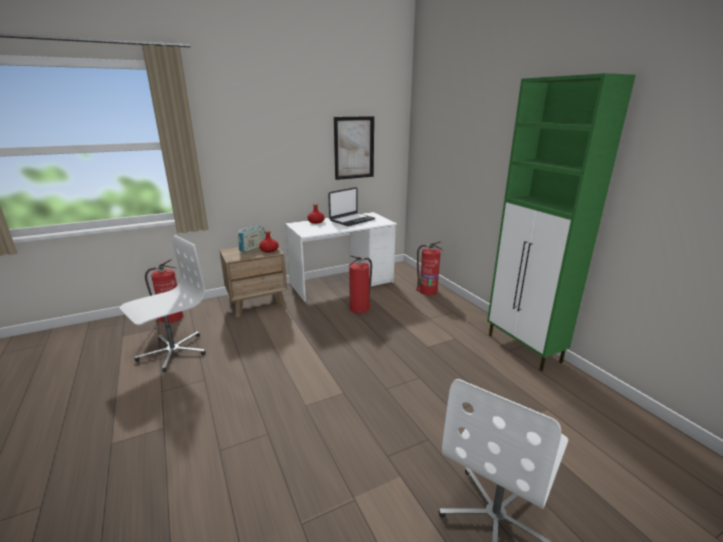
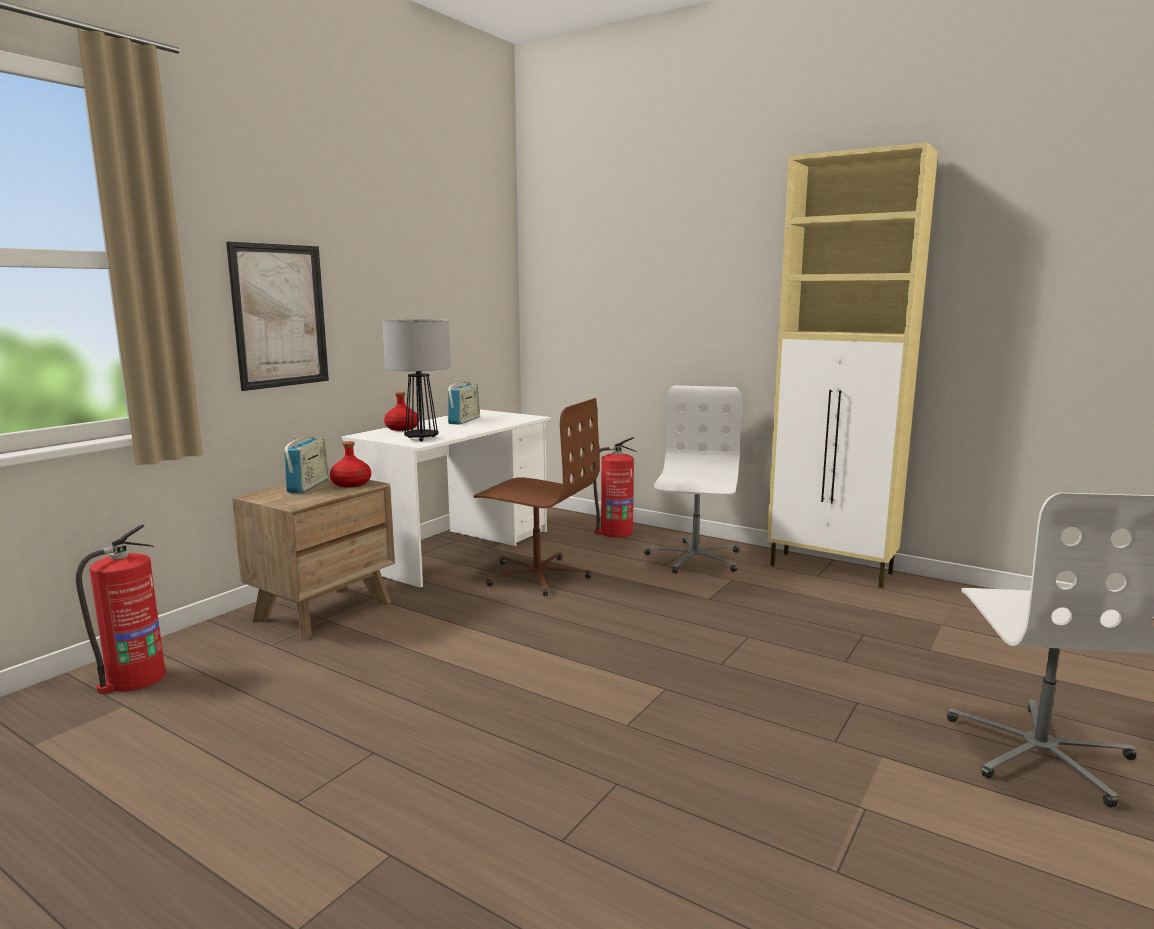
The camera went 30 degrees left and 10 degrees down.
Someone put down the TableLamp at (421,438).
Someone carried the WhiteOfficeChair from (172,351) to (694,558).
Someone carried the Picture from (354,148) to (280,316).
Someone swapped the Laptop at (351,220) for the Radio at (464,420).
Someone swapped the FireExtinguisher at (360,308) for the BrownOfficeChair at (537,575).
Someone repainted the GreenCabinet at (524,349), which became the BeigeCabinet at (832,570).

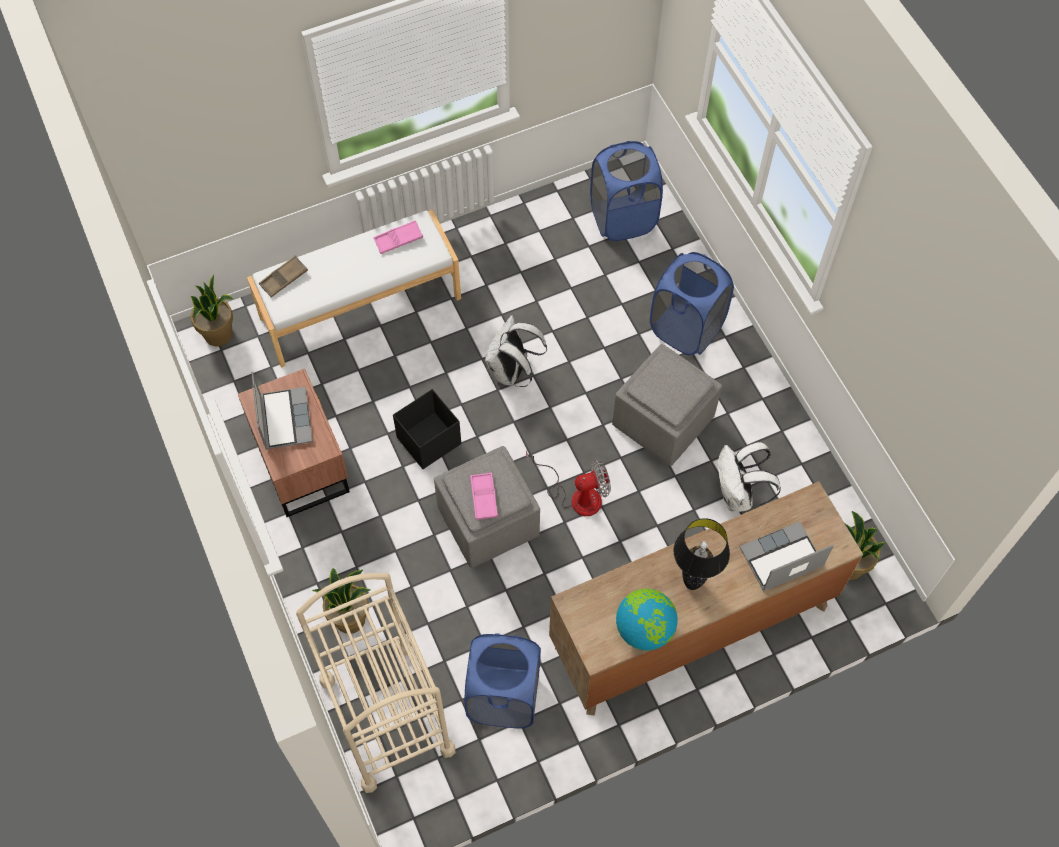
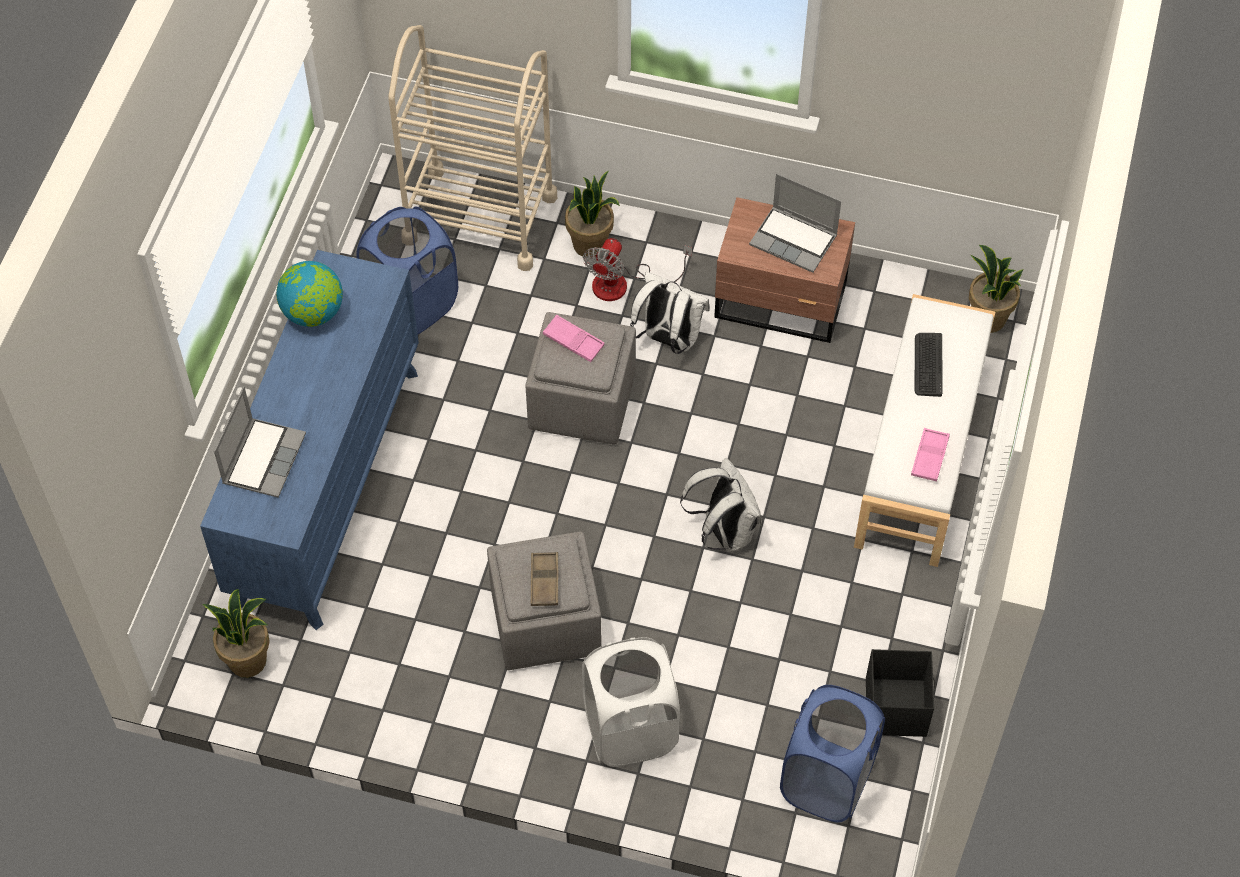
The camera went 130 degrees right and 5 degrees down.
Someone took away the BlackTableLamp at (691,584).
Someone put down the Keyboard at (928,365).
Someone carried the BrownTray from (284,279) to (544,581).
Someone carried the BlackStorageBox from (428,441) to (896,707).
Someone carried the Fan from (576,495) to (623,284).
Someone carried the WhiteBackpack from (738,495) to (668,339).
Someone repainted the BrownDresser at (691,627), which became the BlueDresser at (327,484).
Someone repainted the BlueLaundryBasket at (686,328), which became the WhiteLaundryBasket at (630,730).

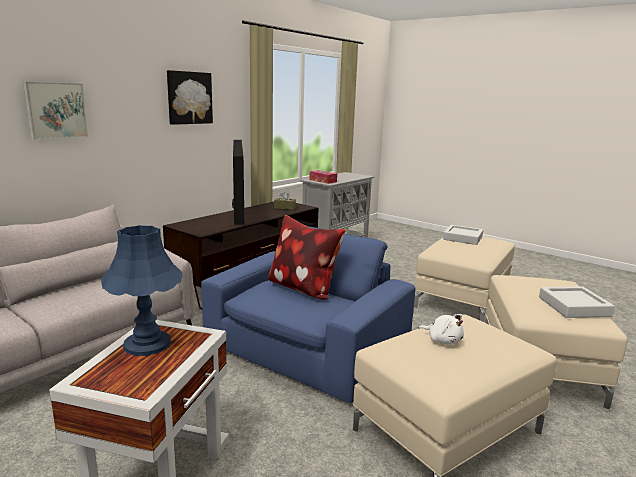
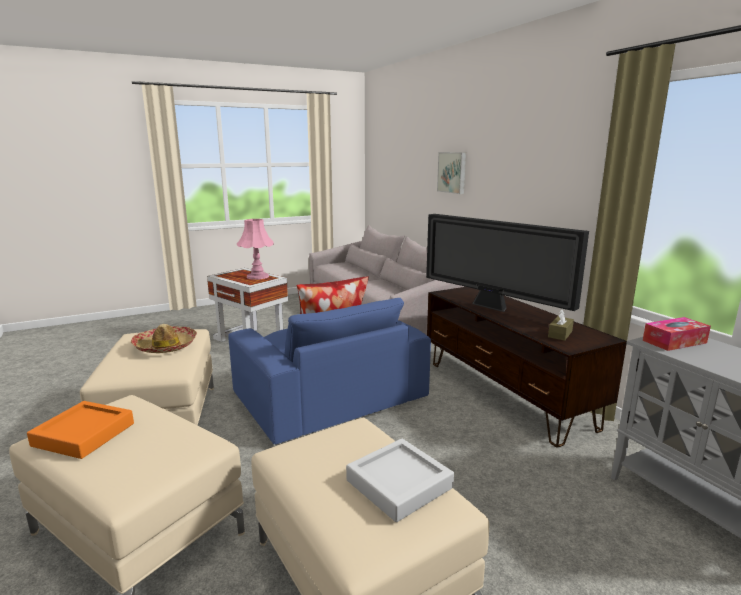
The camera went 115 degrees right and 0 degrees up.
Someone took away the Picture at (189,98).
Someone swapped the WhitePlushToy at (442,340) for the Hat at (165,346).
Someone repainted the BlueTableLamp at (147,343), which became the PinkTableLamp at (258,276).
Someone repainted the GreyTray at (573,306), which became the OrangeTray at (84,434).
Someone rotated the Television at (238,219) by 150 degrees counterclockwise.

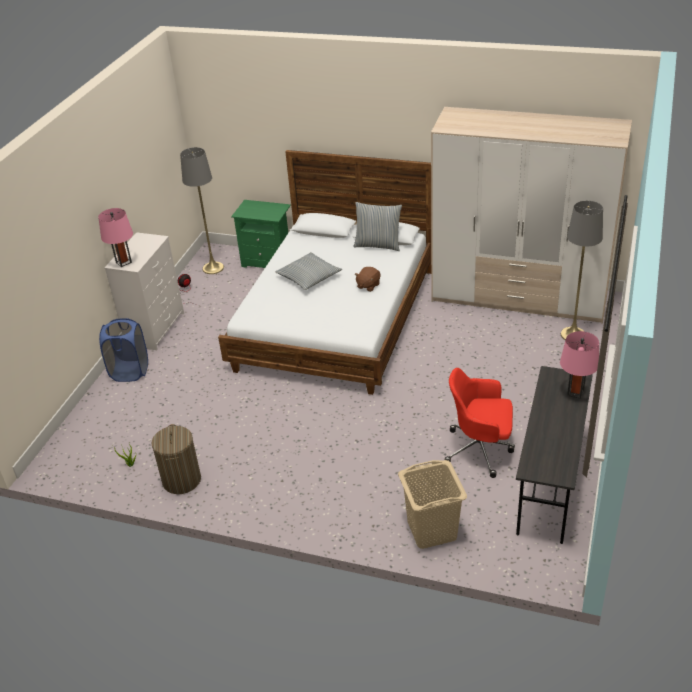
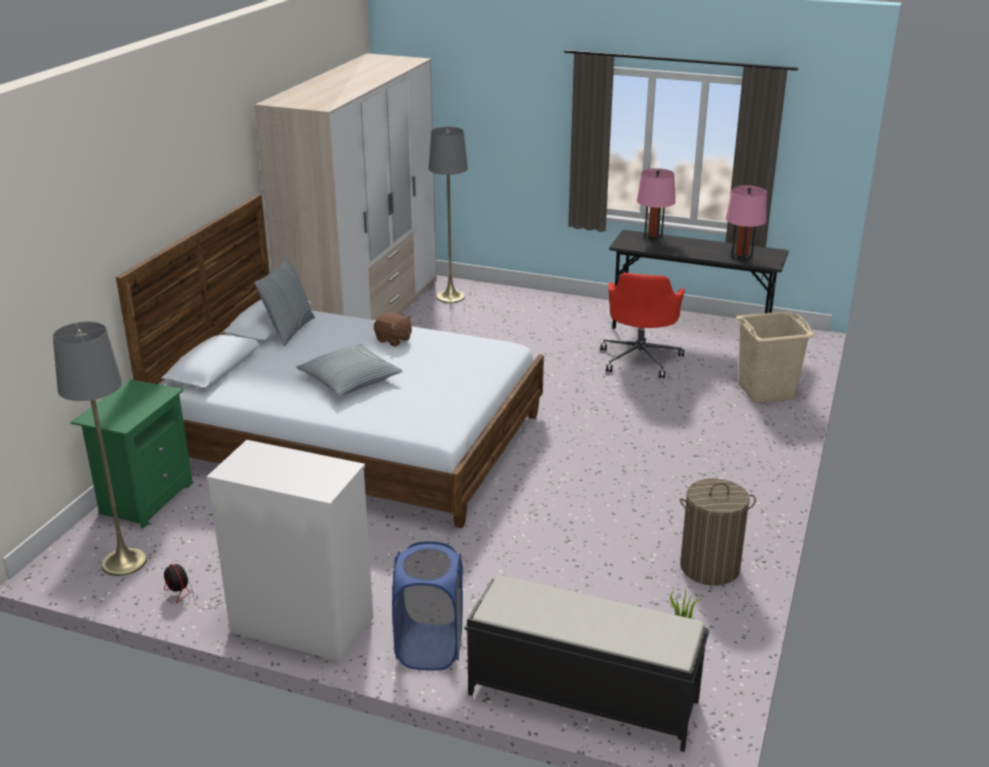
The camera went 90 degrees left and 10 degrees down.
Someone put down the BlackBench at (581,696).
Someone carried the PinkTableLamp from (123,262) to (741,257).

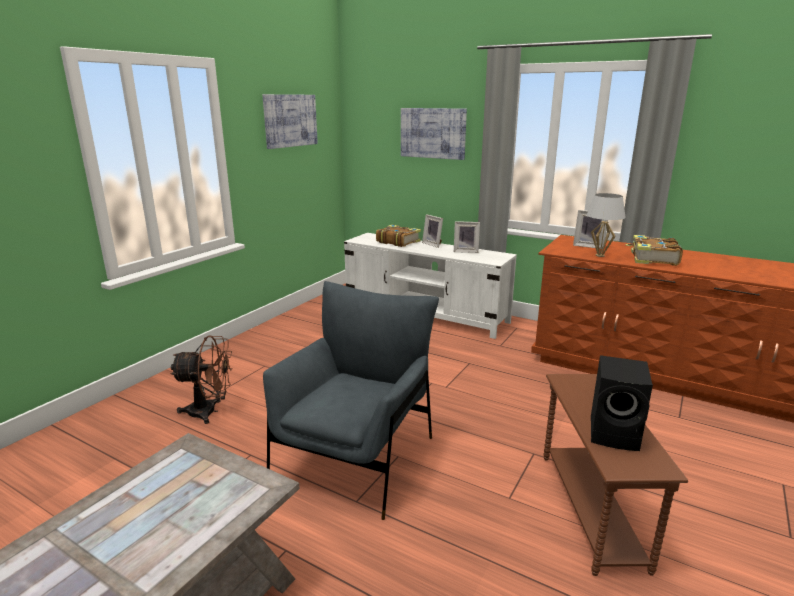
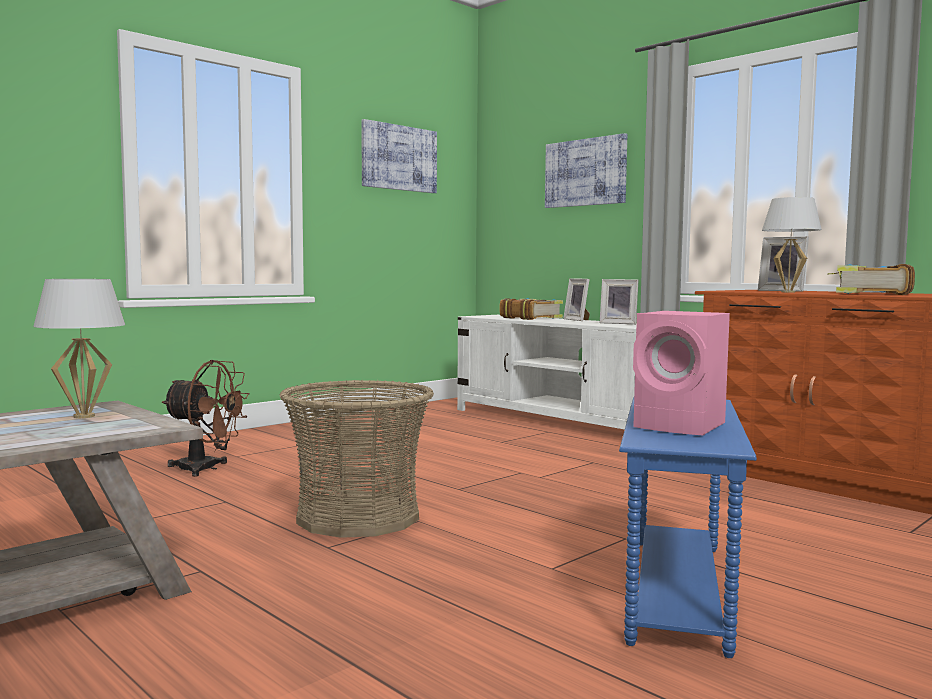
The camera went 15 degrees right and 15 degrees down.
Someone put down the WhiteTableLamp at (84,416).
Someone swapped the GreyArmchair at (355,458) for the Basket at (358,516).
Someone repainted the BrownSideTable at (592,508), which became the BlueSideTable at (679,591).
Someone repainted the BlackSpeaker at (616,434), which became the PinkSpeaker at (682,426).

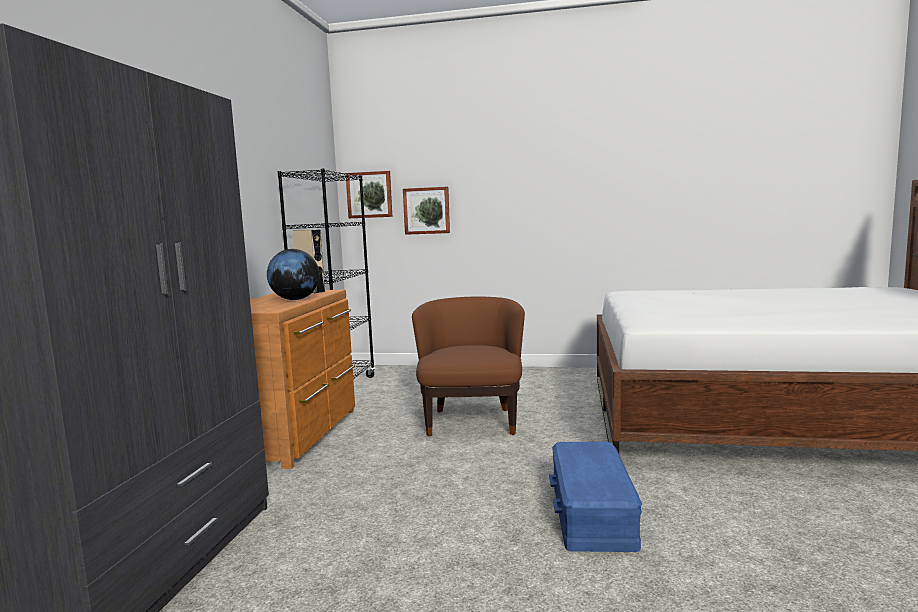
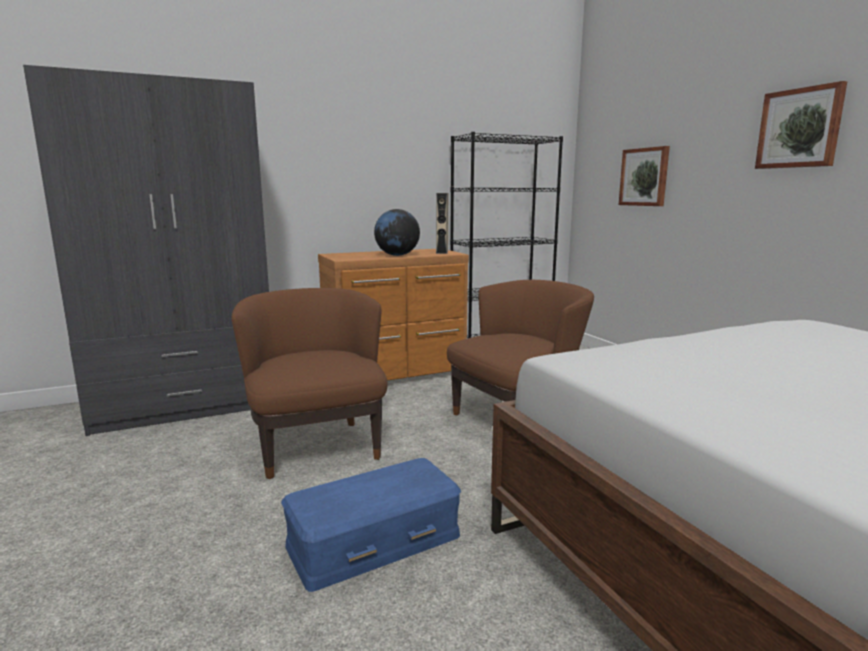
The camera went 55 degrees right and 5 degrees up.
Someone put down the BrownArmchair at (317,446).
Someone carried the Picture from (369,195) to (799,128).

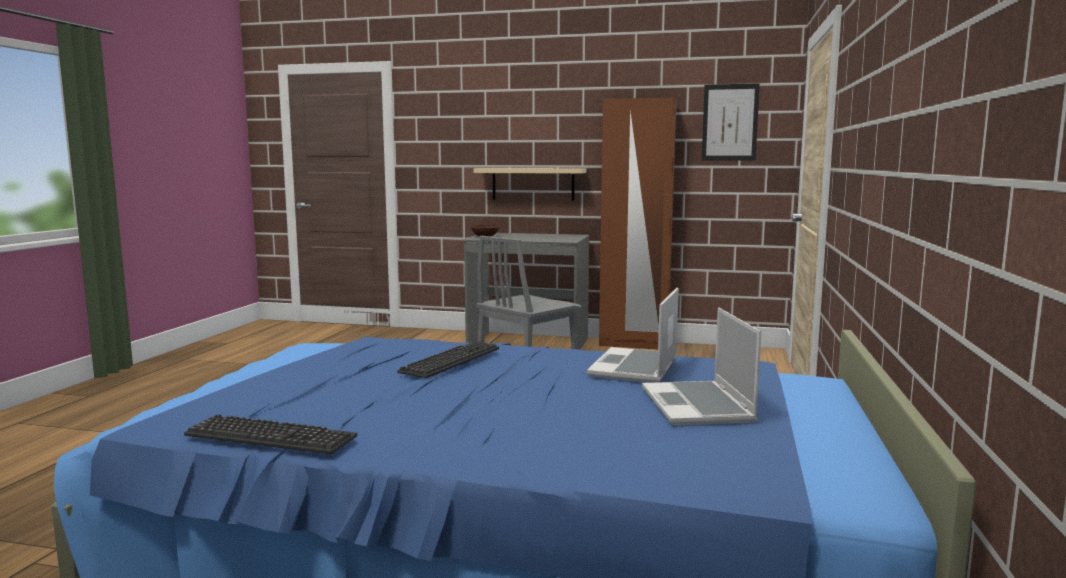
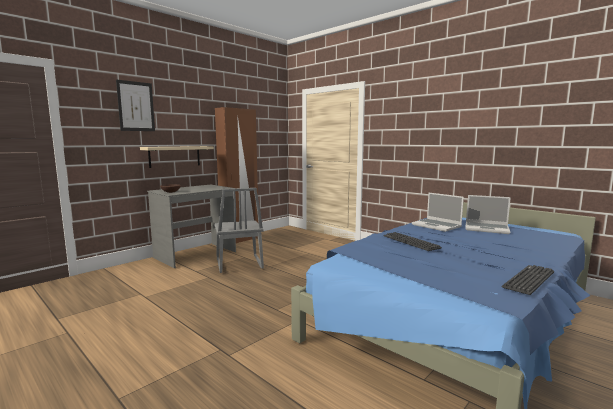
The camera went 60 degrees left and 0 degrees up.
Someone carried the Picture from (730,122) to (136,106).

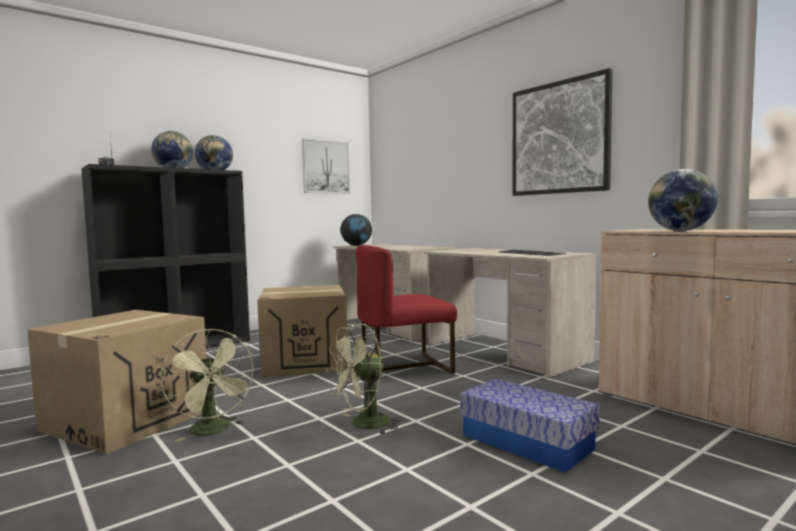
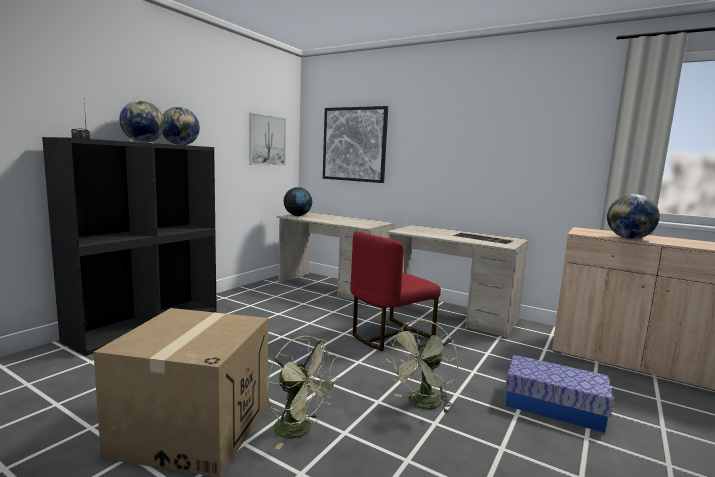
The camera went 20 degrees left and 5 degrees up.
Someone took away the CardboardBox at (305,362).
Someone carried the Picture from (559,138) to (354,144).

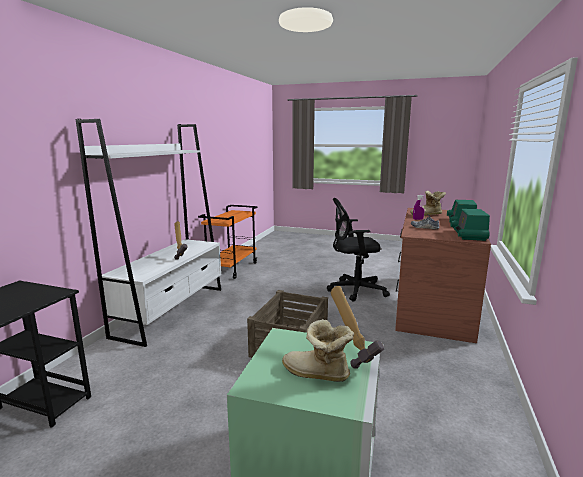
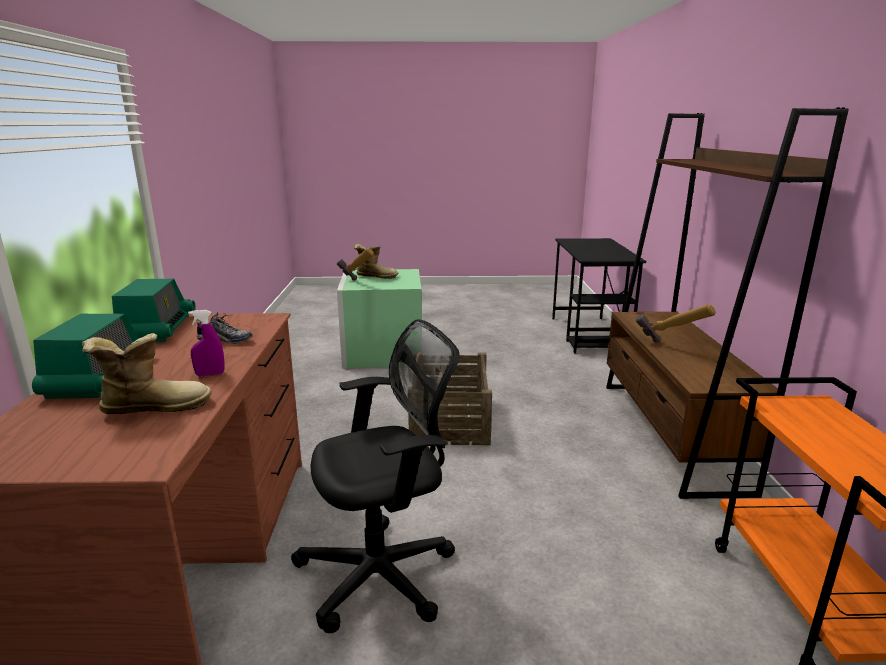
The camera went 160 degrees right and 5 degrees up.
Someone repainted the WhiteBookcase at (172,310), which became the BrownBookcase at (670,433).

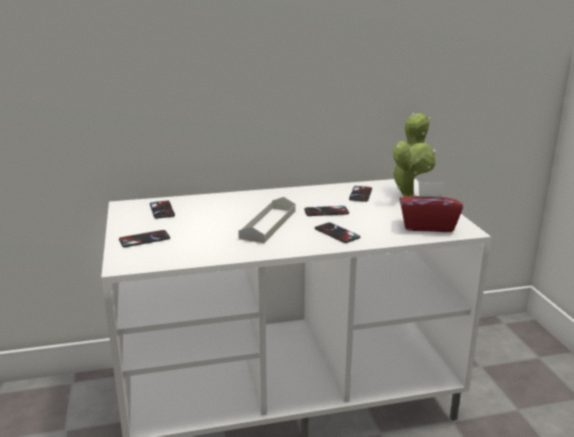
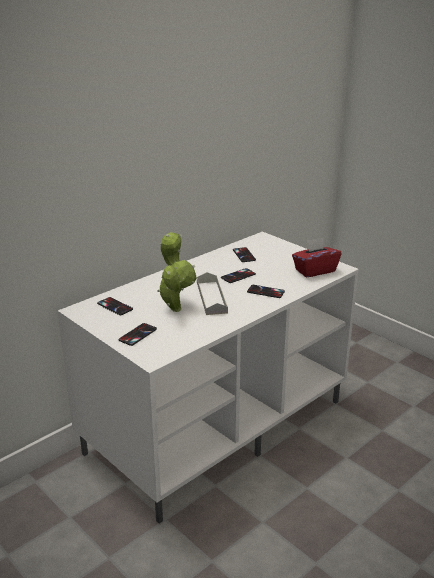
The camera went 30 degrees left and 5 degrees up.
Someone carried the PottedPlant from (408,195) to (175,307).

